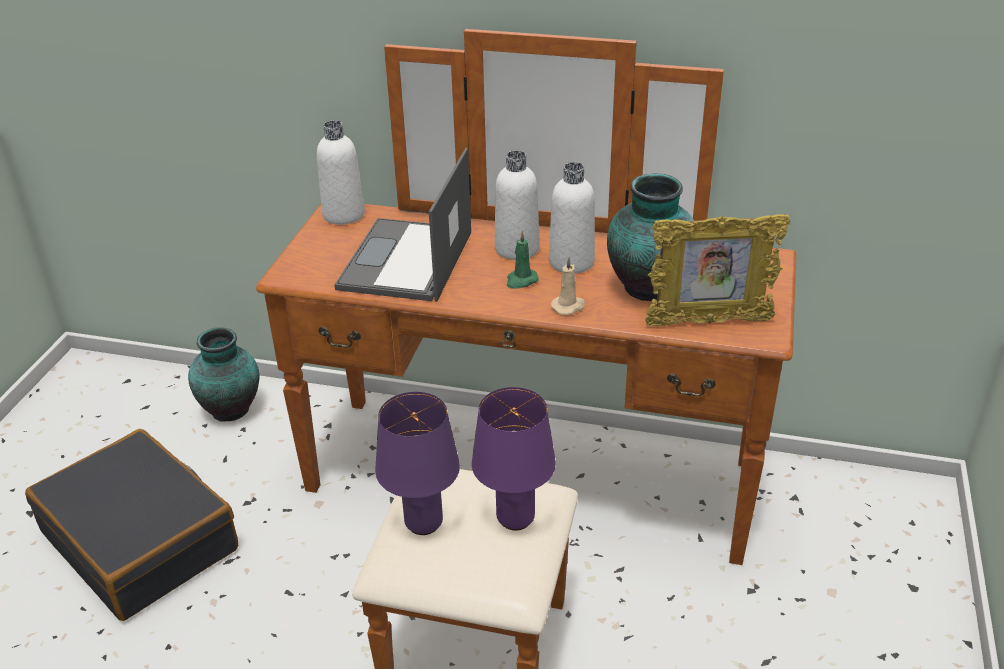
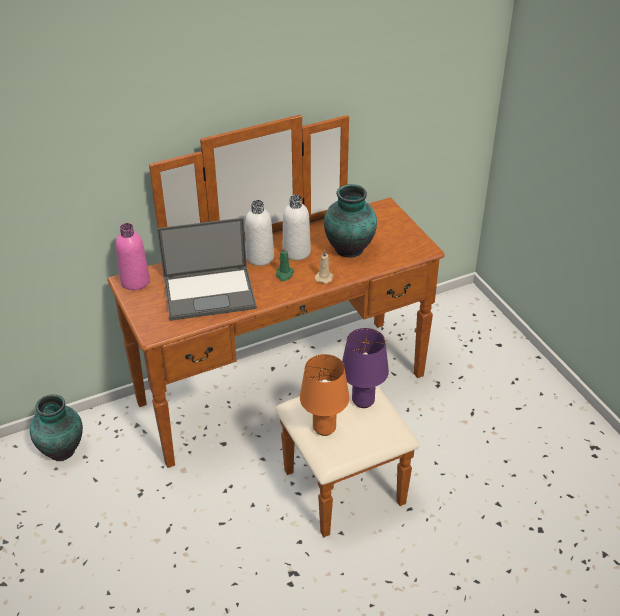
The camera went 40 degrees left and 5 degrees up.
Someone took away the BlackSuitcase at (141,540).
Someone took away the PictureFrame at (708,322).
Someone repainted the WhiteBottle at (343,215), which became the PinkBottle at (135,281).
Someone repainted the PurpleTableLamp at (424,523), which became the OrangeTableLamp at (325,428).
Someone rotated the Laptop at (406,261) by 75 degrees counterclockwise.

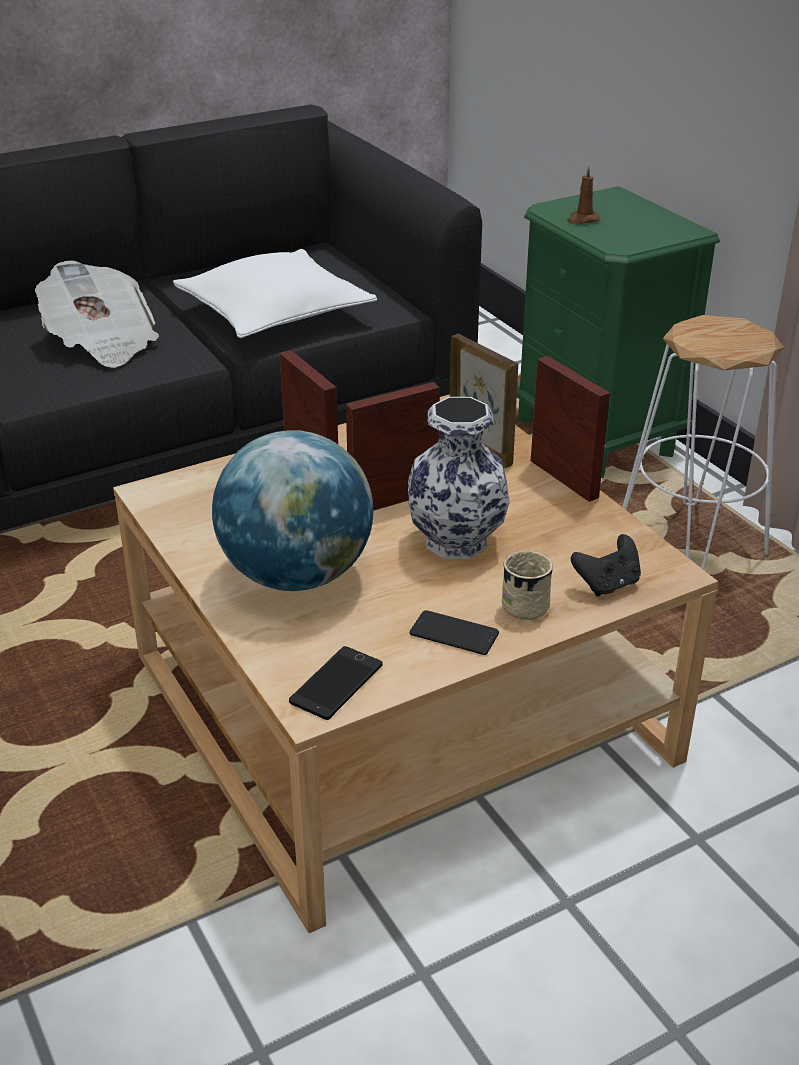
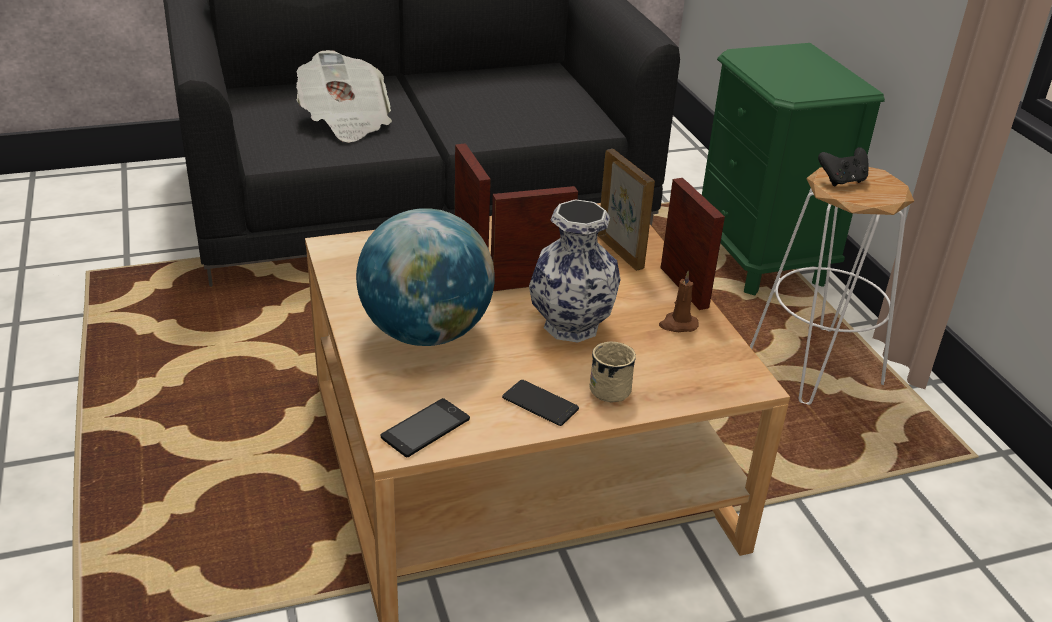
The camera went 10 degrees right and 0 degrees up.
Someone took away the WhitePillow at (275,312).
Someone carried the BrownCandle from (582,220) to (678,324).
Someone carried the BlackGameController from (607,584) to (842,181).

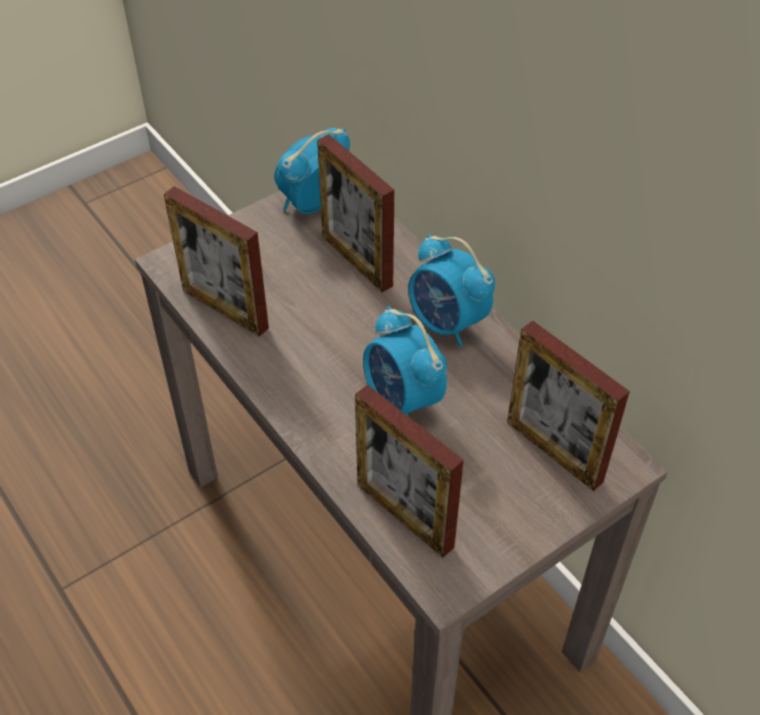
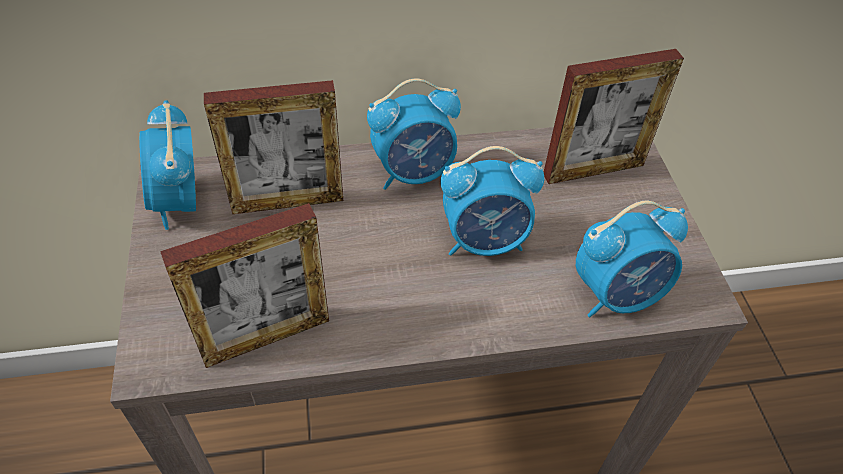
The camera went 65 degrees left and 0 degrees up.
Someone swapped the PictureFrame at (405,515) for the AlarmClock at (617,295).

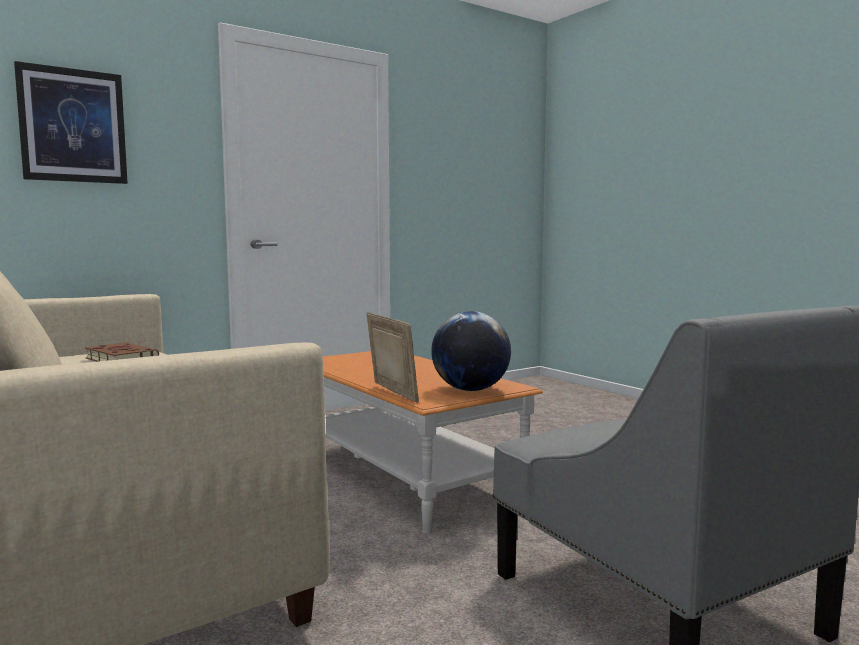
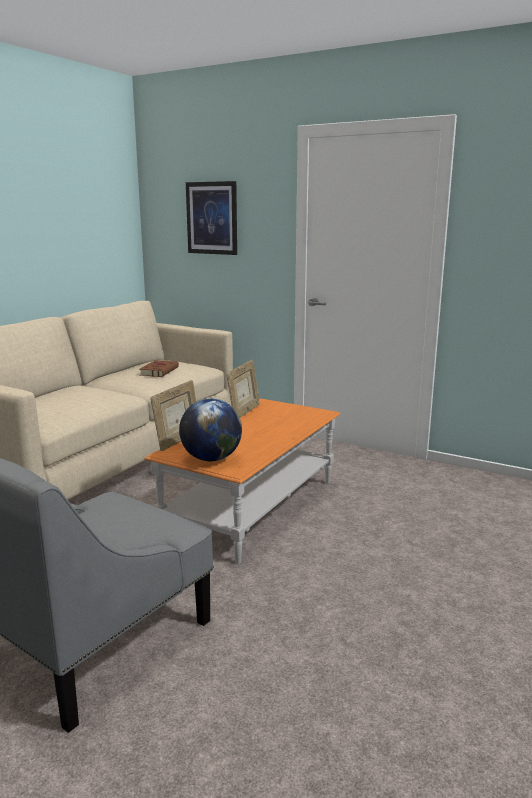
The camera went 65 degrees right and 10 degrees up.
Someone put down the PictureFrame at (244,413).

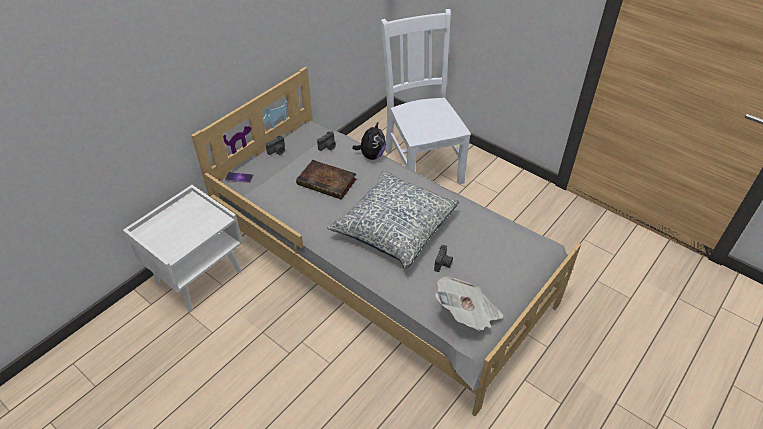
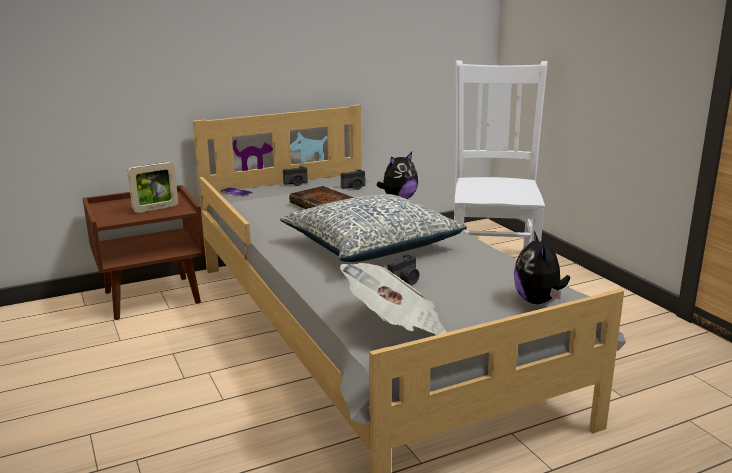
The camera went 25 degrees right and 25 degrees down.
Someone put down the PictureFrame at (155,208).
Someone put down the PlushToy at (538,301).
Someone repainted the WhiteNightstand at (199,276), which became the BrownNightstand at (153,297).

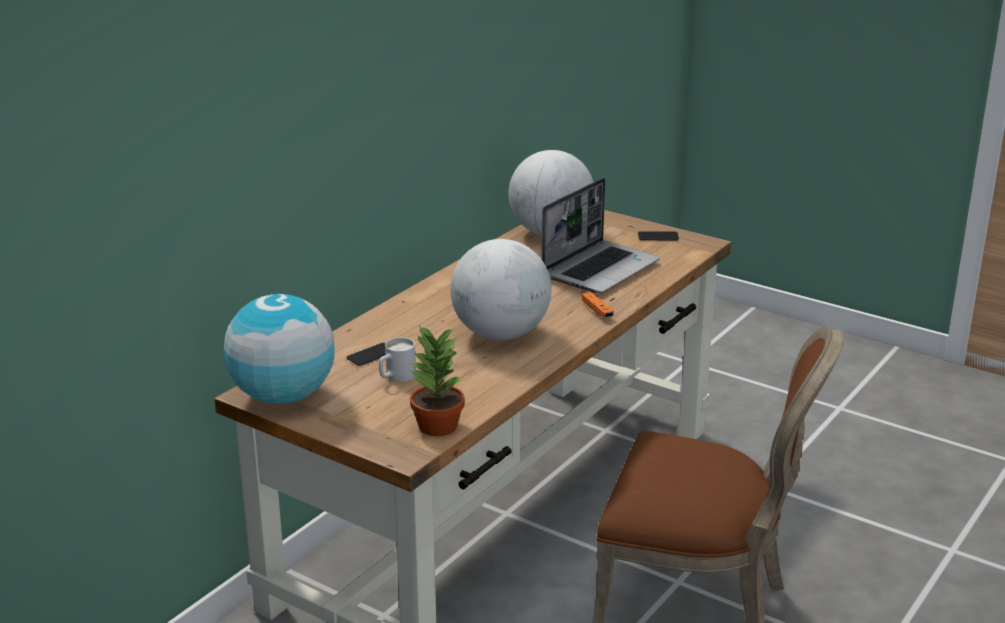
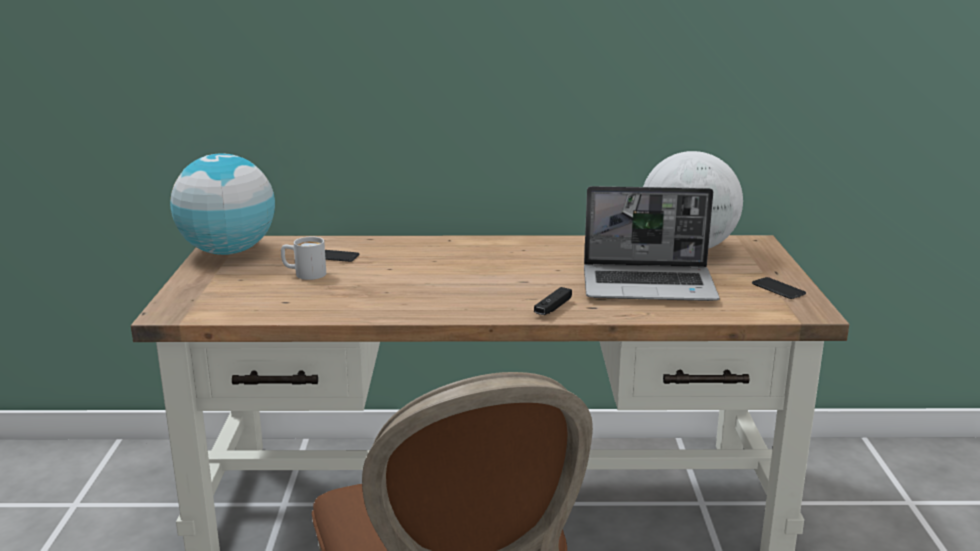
The camera went 55 degrees right and 5 degrees down.
Someone took away the PottedPlant at (436,426).
Someone took away the Globe at (500,334).
Someone repainted the OrangeGameController at (597,311), which became the BlackGameController at (553,308).

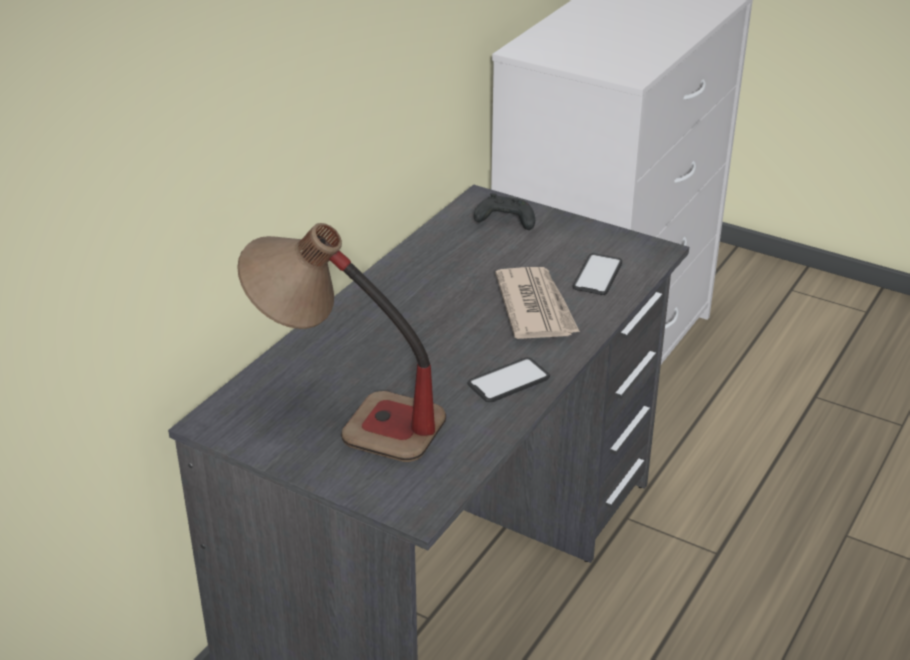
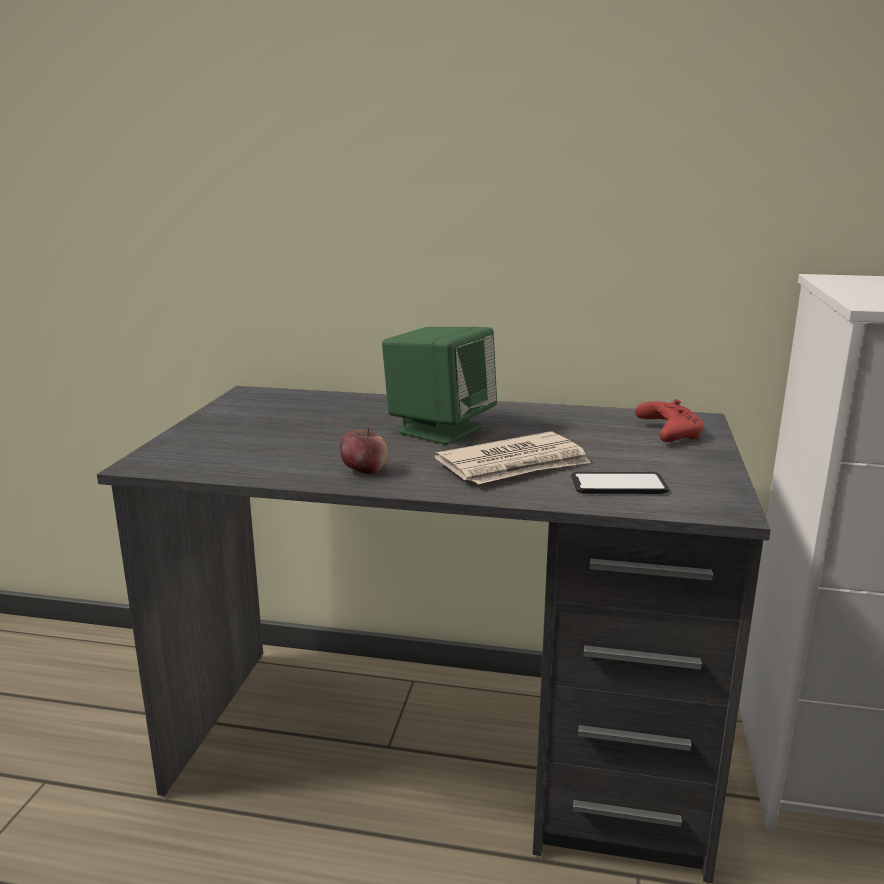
The camera went 70 degrees right and 15 degrees down.
Someone took away the TableLamp at (346,418).
Someone put down the GreenSpeaker at (440,429).
Someone swapped the Phone at (508,381) for the Apple at (365,470).
Someone repainted the BlackGameController at (504,222), which became the RedGameController at (668,433).

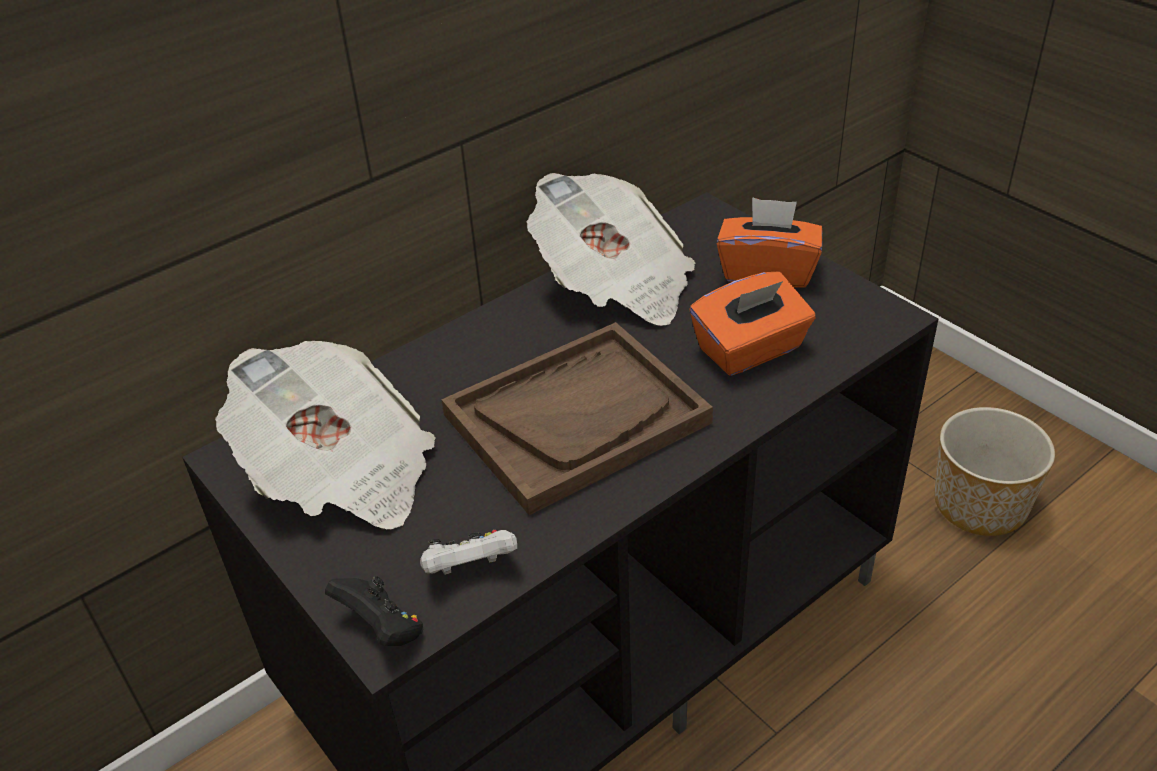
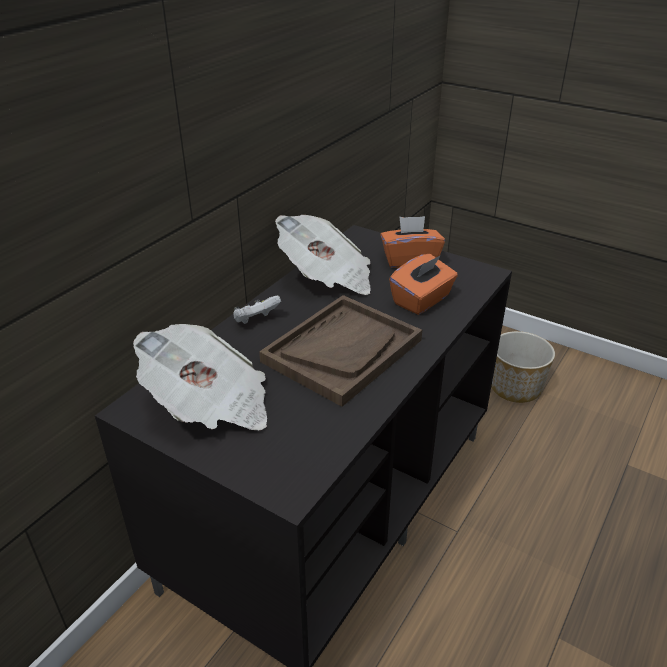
The camera went 20 degrees left and 5 degrees down.
Someone took away the BlackGameController at (382,629).
Someone carried the WhiteGameController from (470,569) to (256,320).

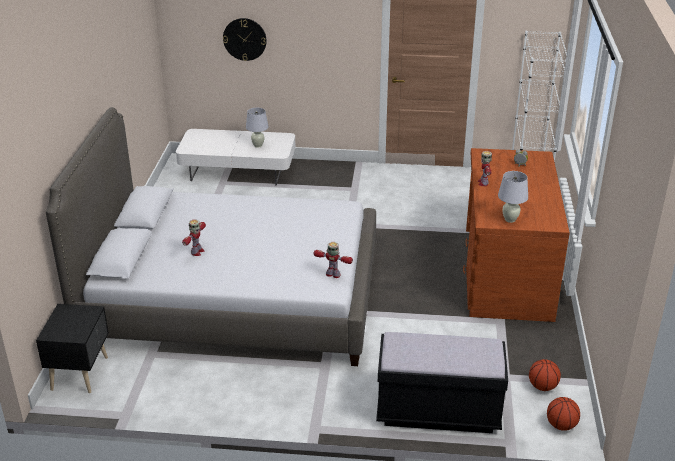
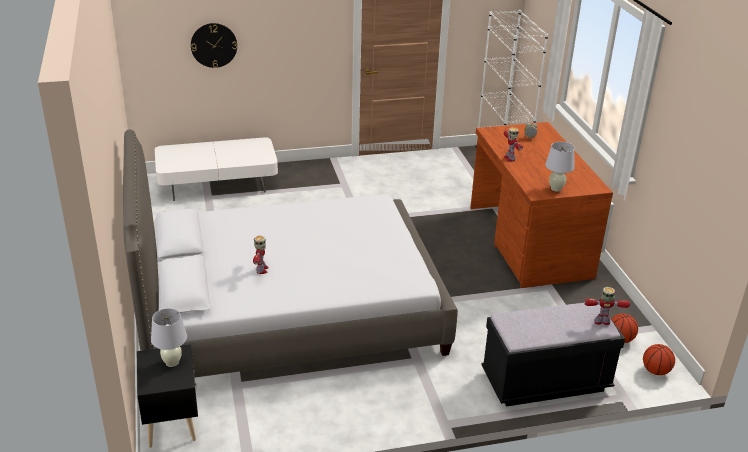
The camera went 20 degrees left and 0 degrees up.
Someone carried the WhiteTableLamp from (258,145) to (172,363).
Someone carried the ToyRobot from (333,275) to (602,321).

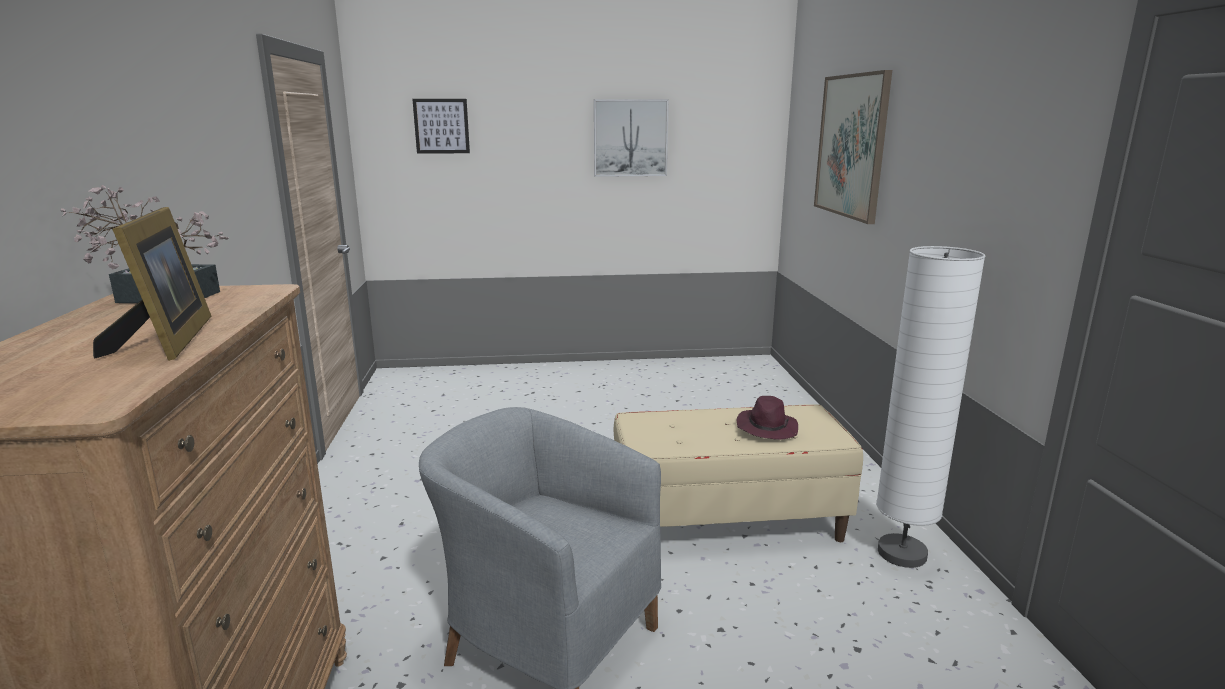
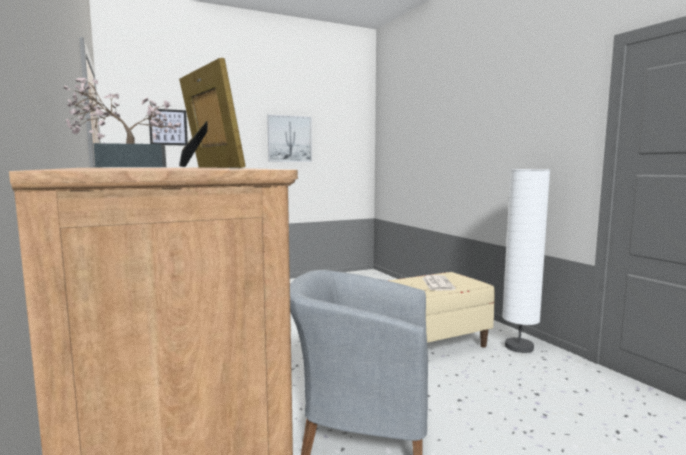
The camera went 20 degrees left and 10 degrees down.
Someone took away the Picture at (851,146).
Someone swapped the PurpleHat at (766,428) for the Newspaper at (437,283).

